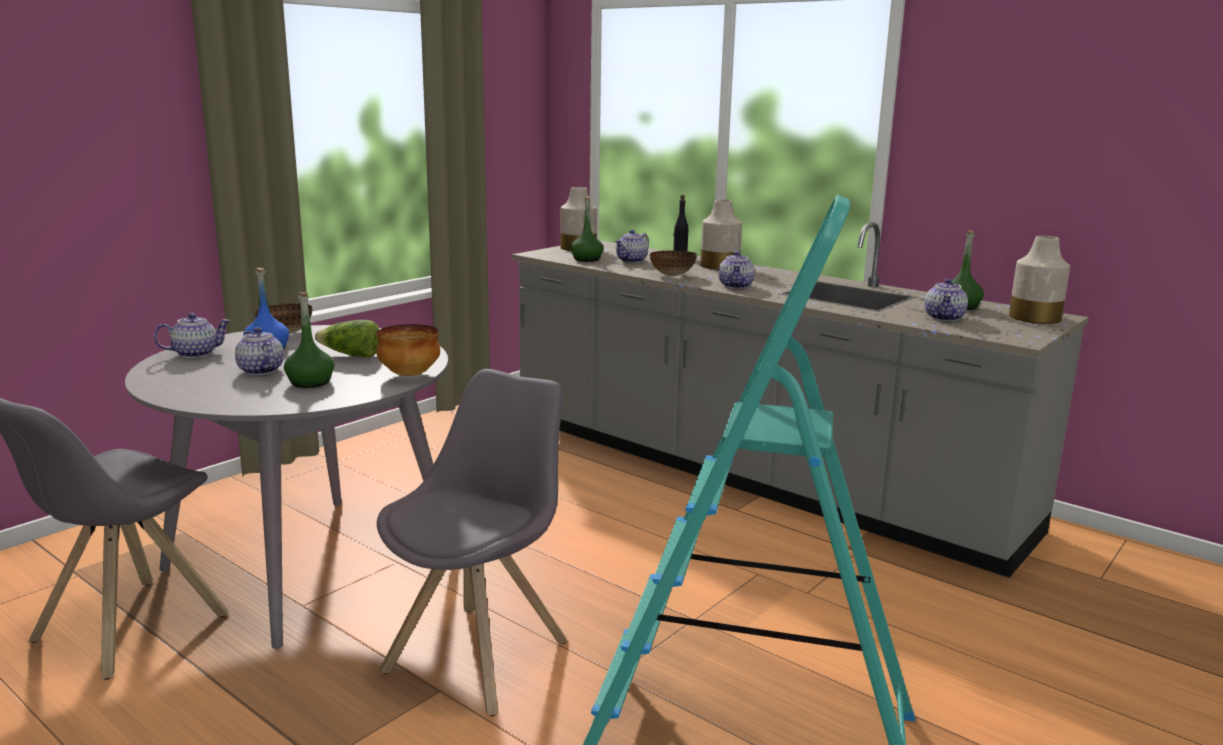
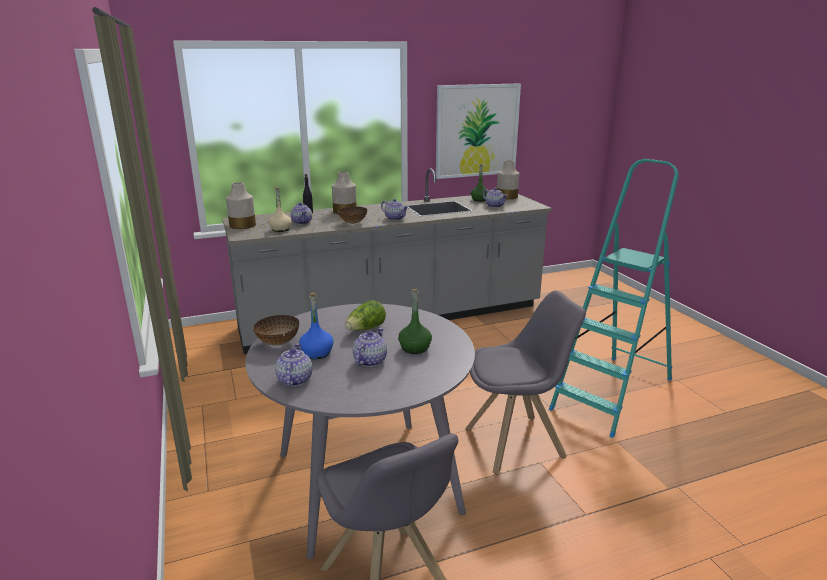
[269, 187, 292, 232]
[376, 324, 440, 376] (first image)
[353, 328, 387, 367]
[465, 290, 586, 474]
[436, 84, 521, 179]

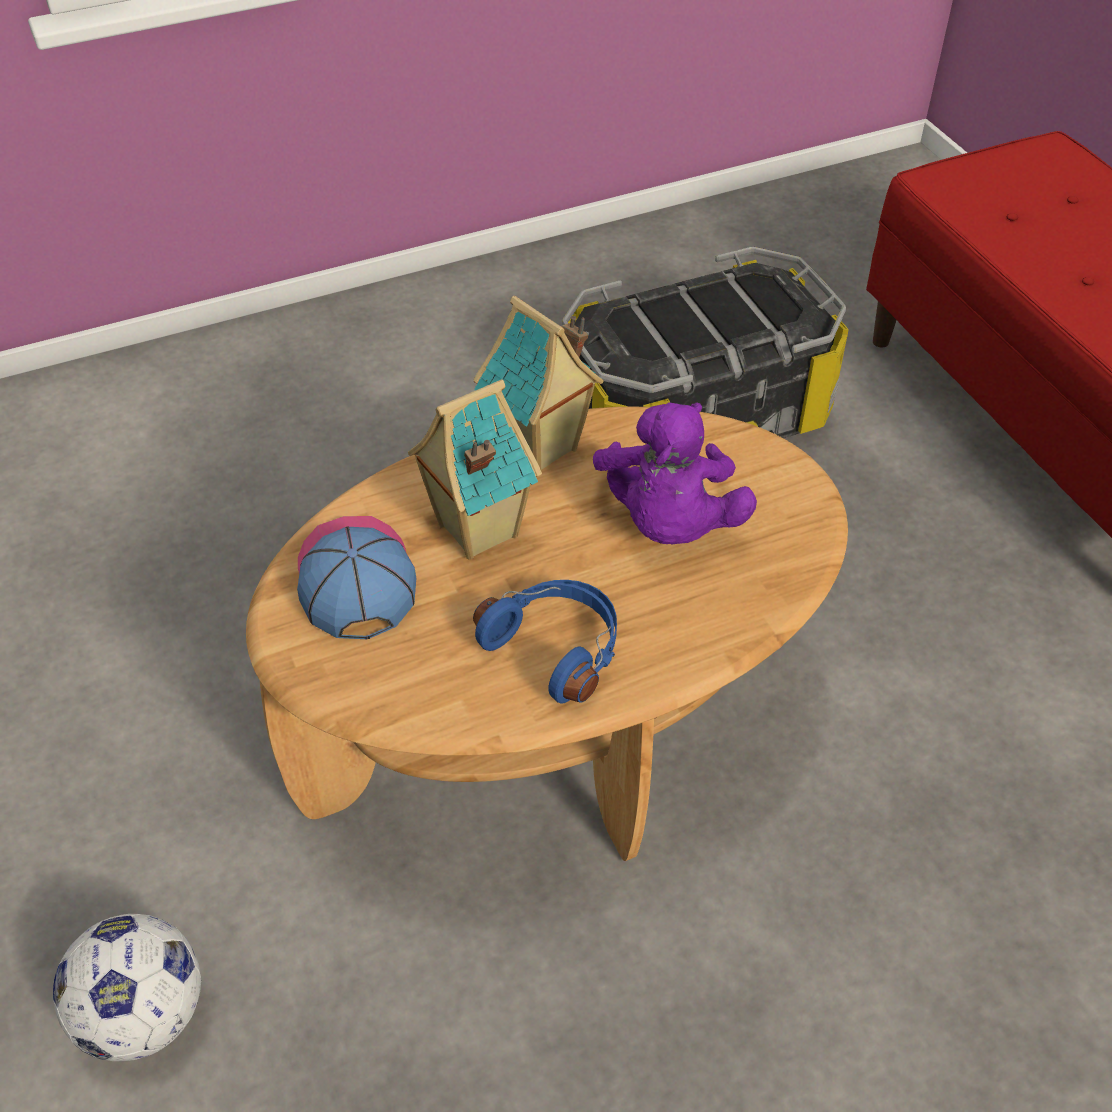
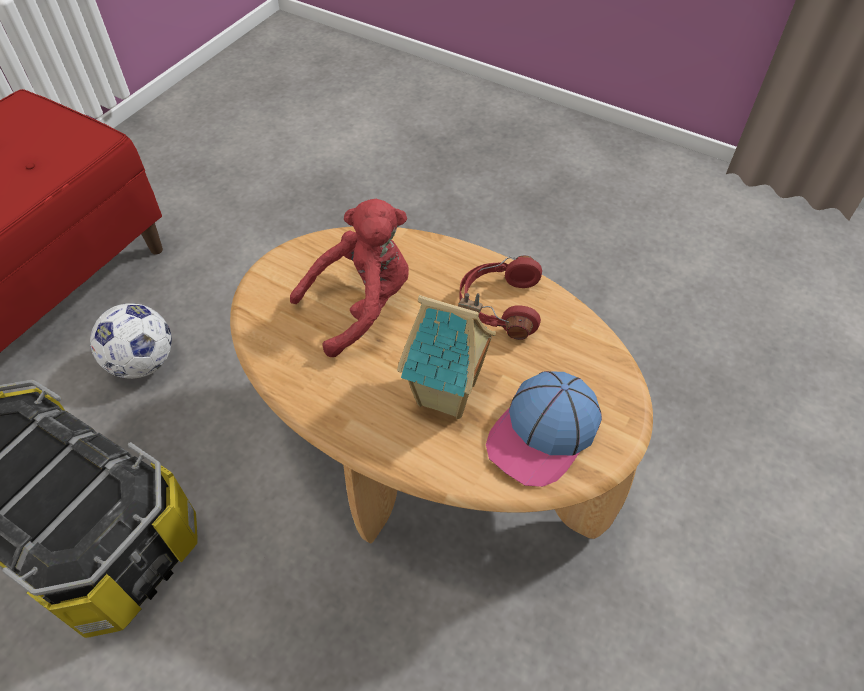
[473, 296, 603, 470] (first image)
[290, 199, 409, 357]
[460, 256, 542, 340]
[90, 303, 172, 379]

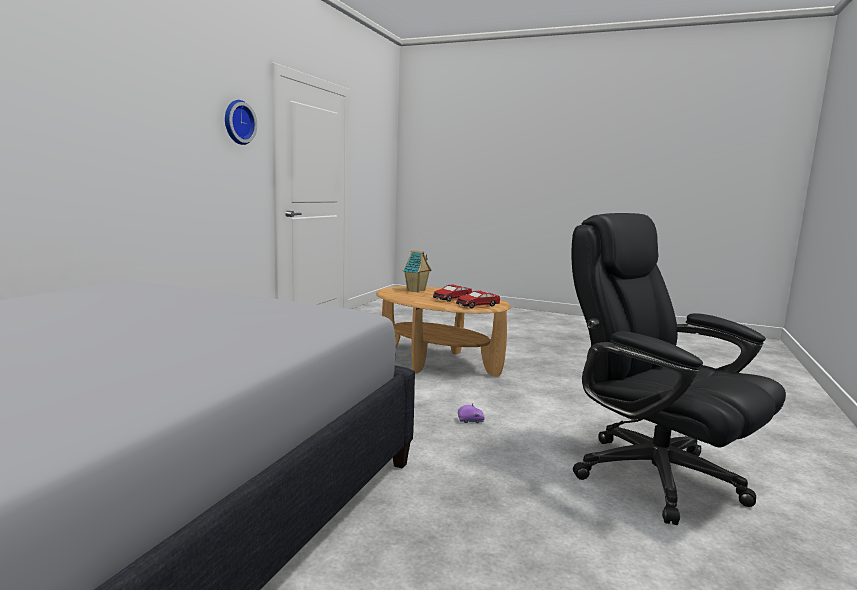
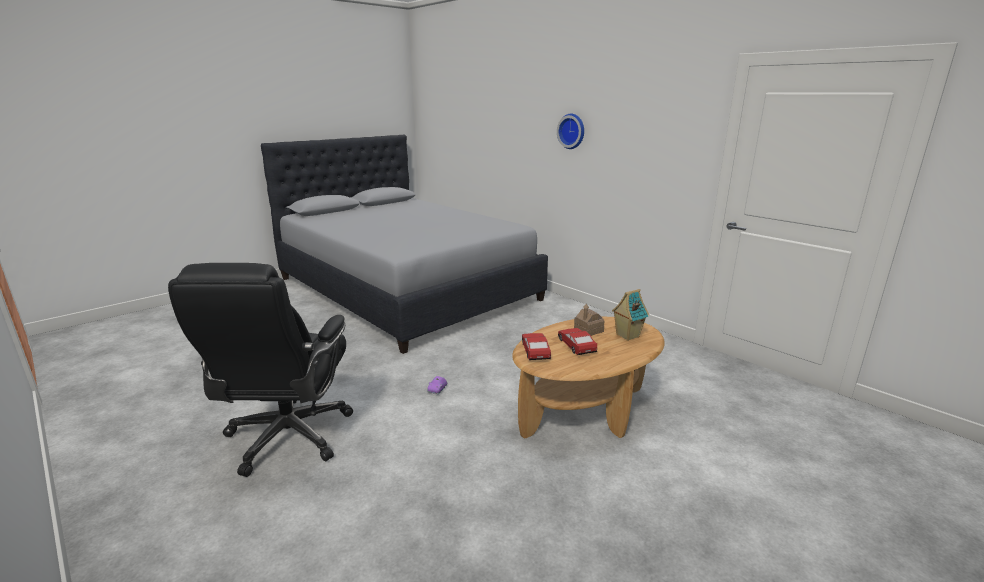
[557, 114, 584, 149]
[168, 263, 353, 477]
[574, 304, 604, 336]

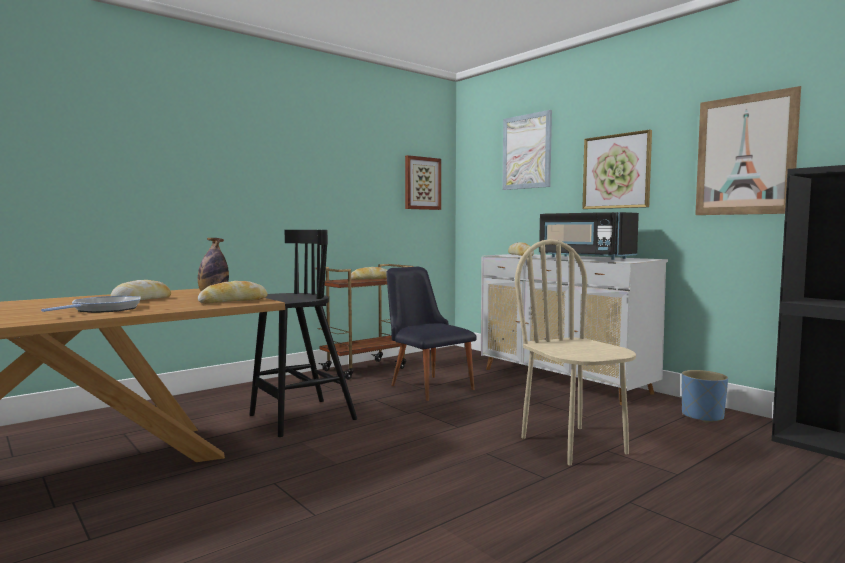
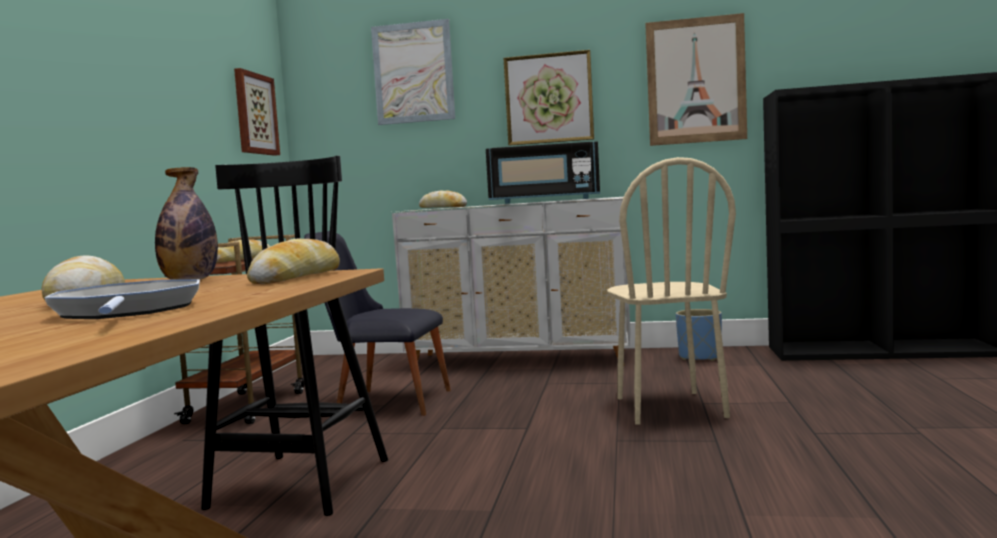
[607, 157, 736, 425]

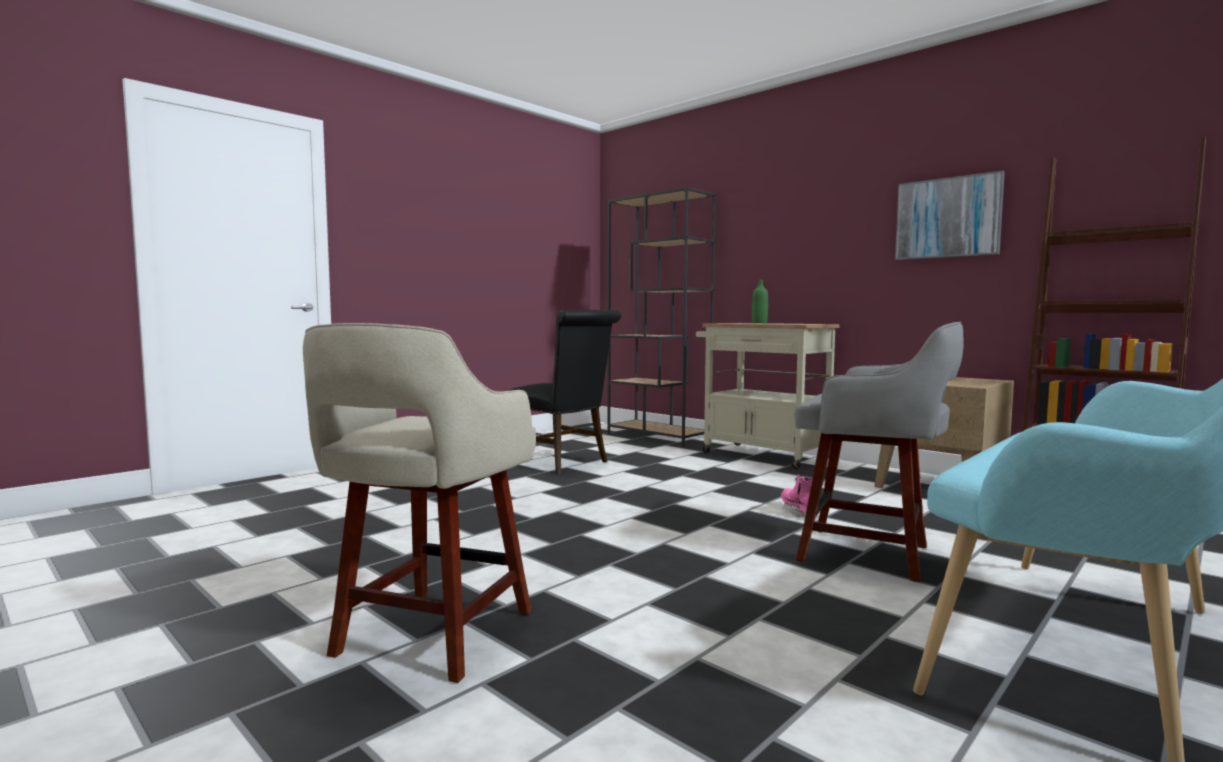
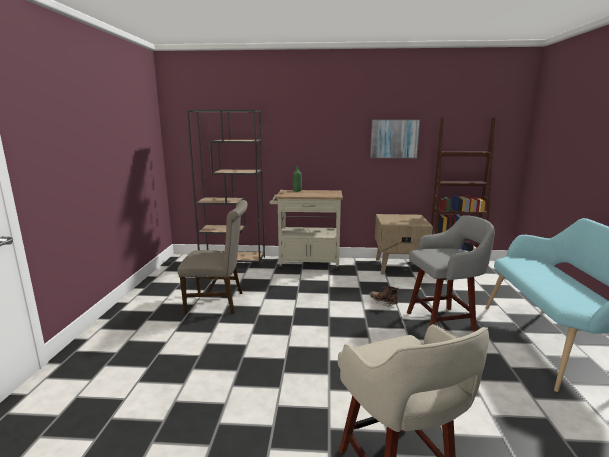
[177, 200, 248, 314]
[369, 286, 399, 307]

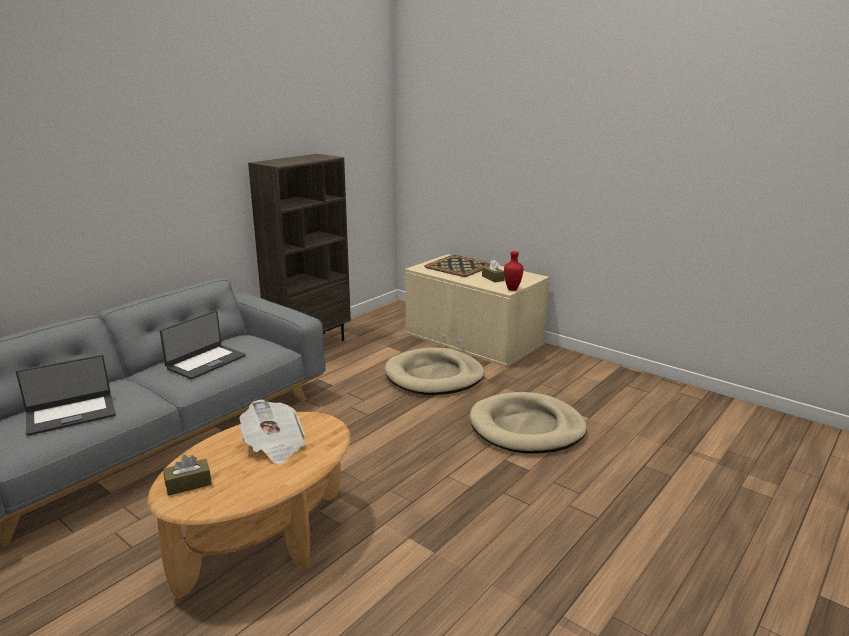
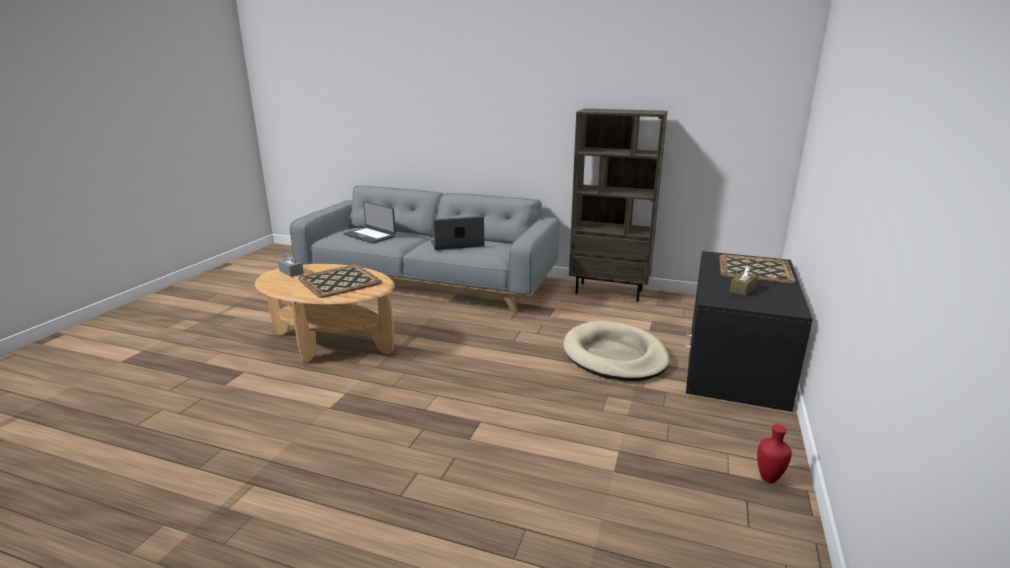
[757, 424, 792, 483]
[686, 251, 813, 412]
[431, 216, 484, 250]
[469, 392, 587, 454] (first image)
[298, 265, 382, 298]
[278, 252, 304, 277]

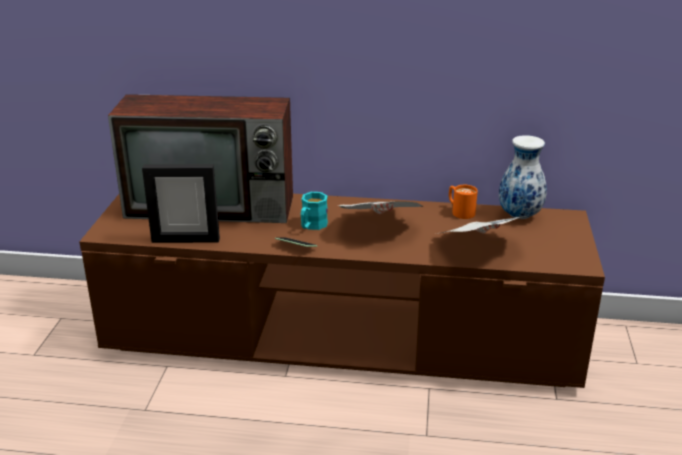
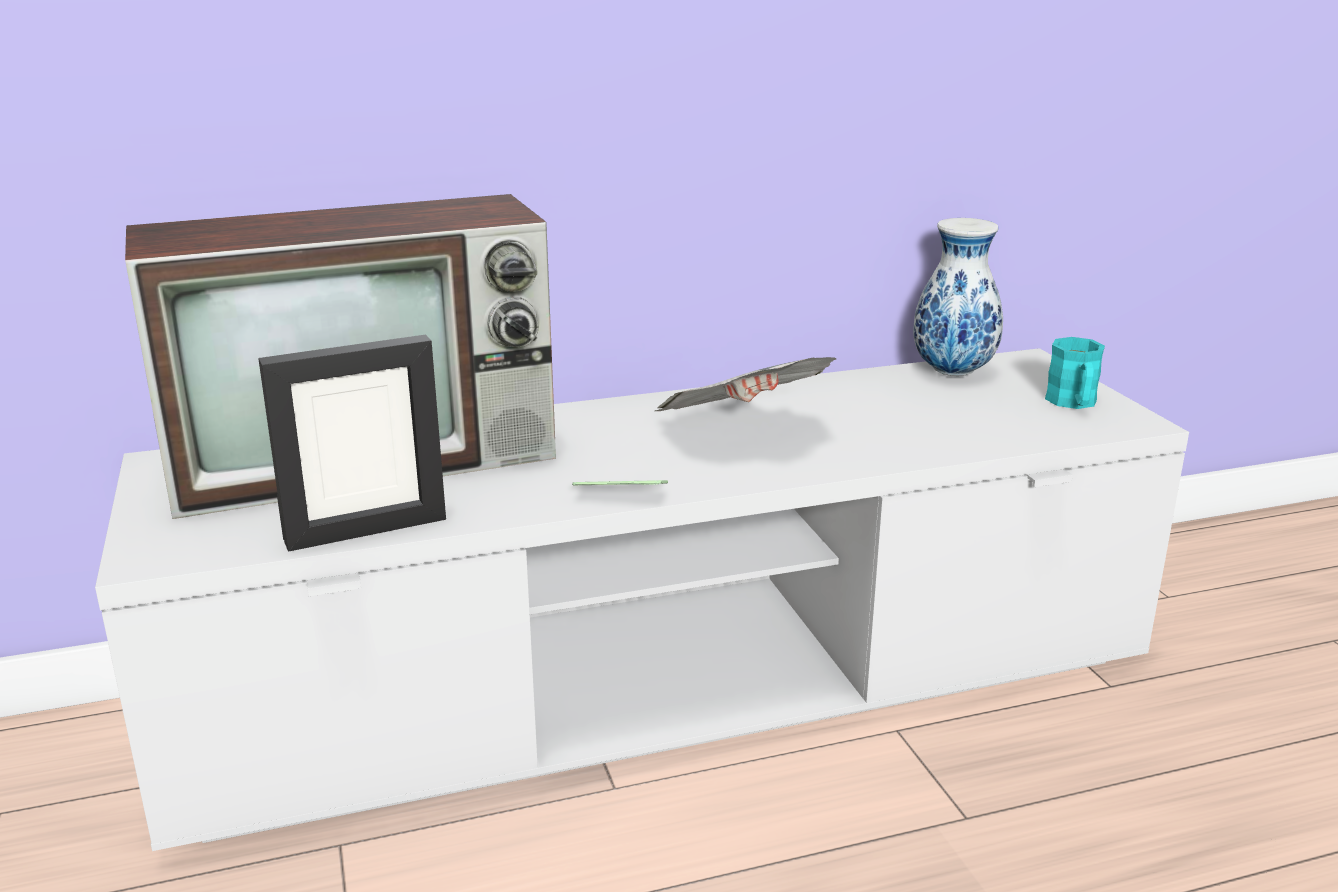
[449, 185, 478, 219] (first image)
[1045, 337, 1105, 409]
[95, 348, 1189, 851]
[441, 216, 527, 234] (first image)

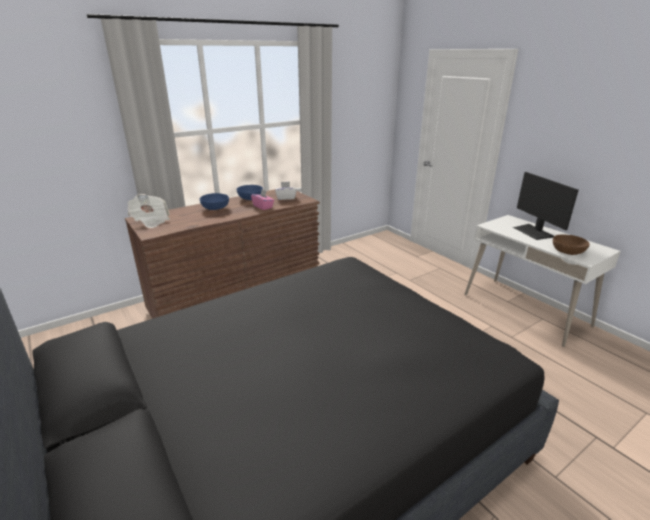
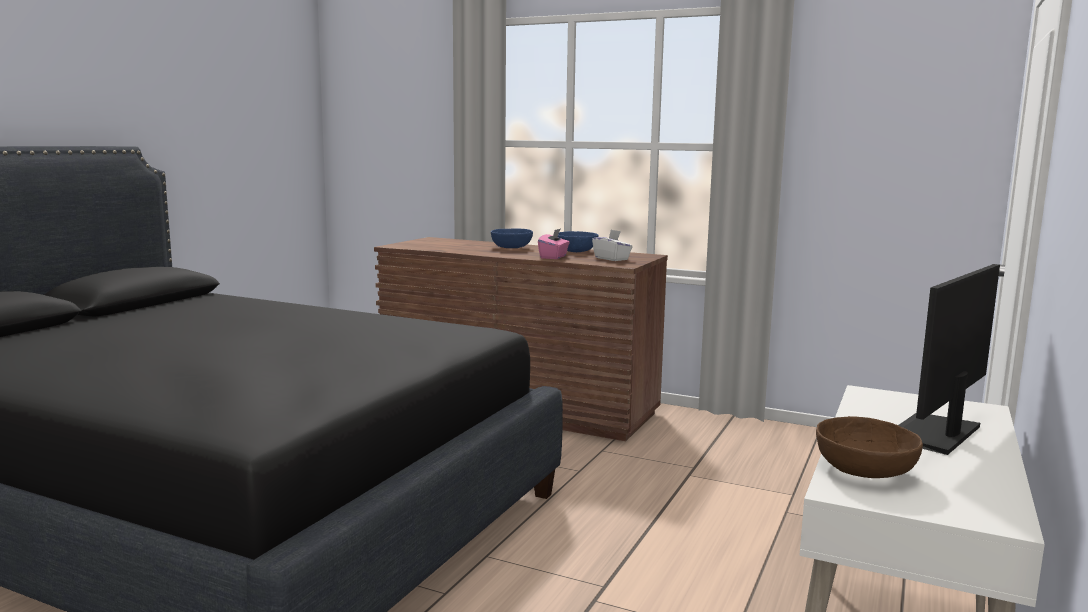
[128, 194, 170, 228] (first image)

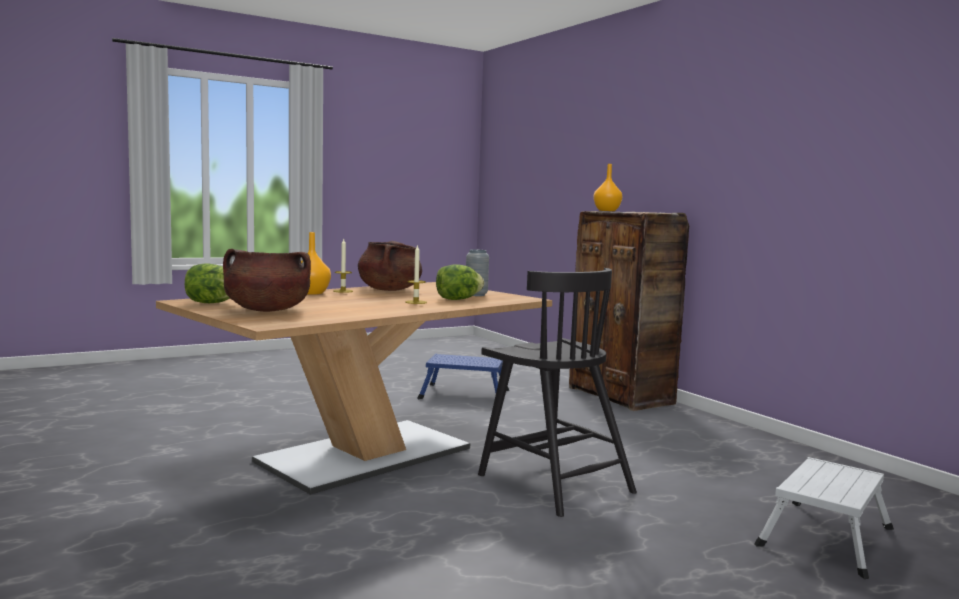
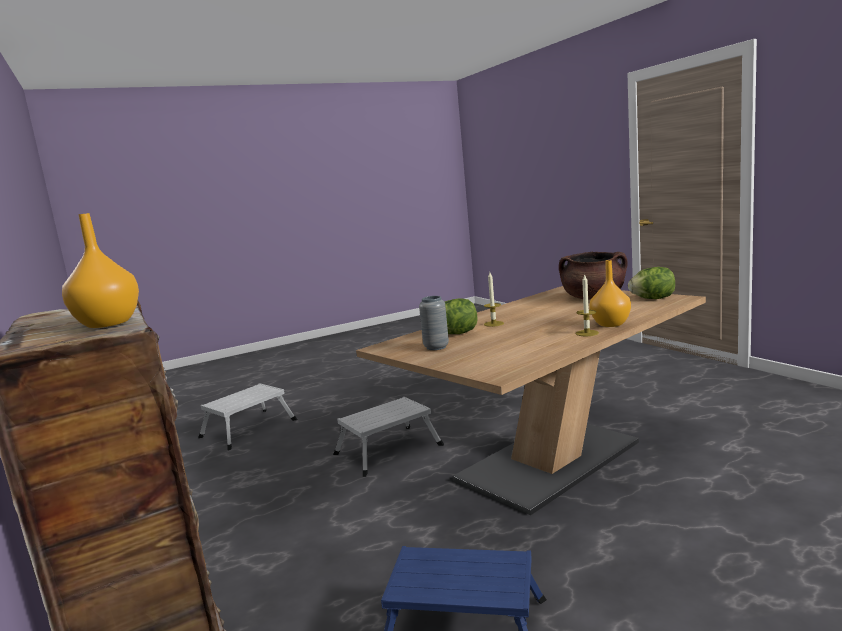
[358, 241, 422, 291] (first image)
[333, 397, 444, 477]

